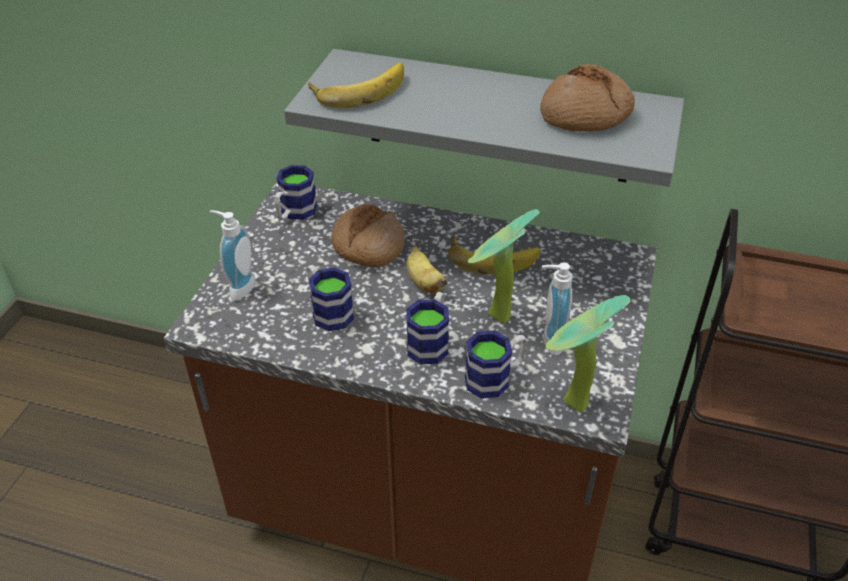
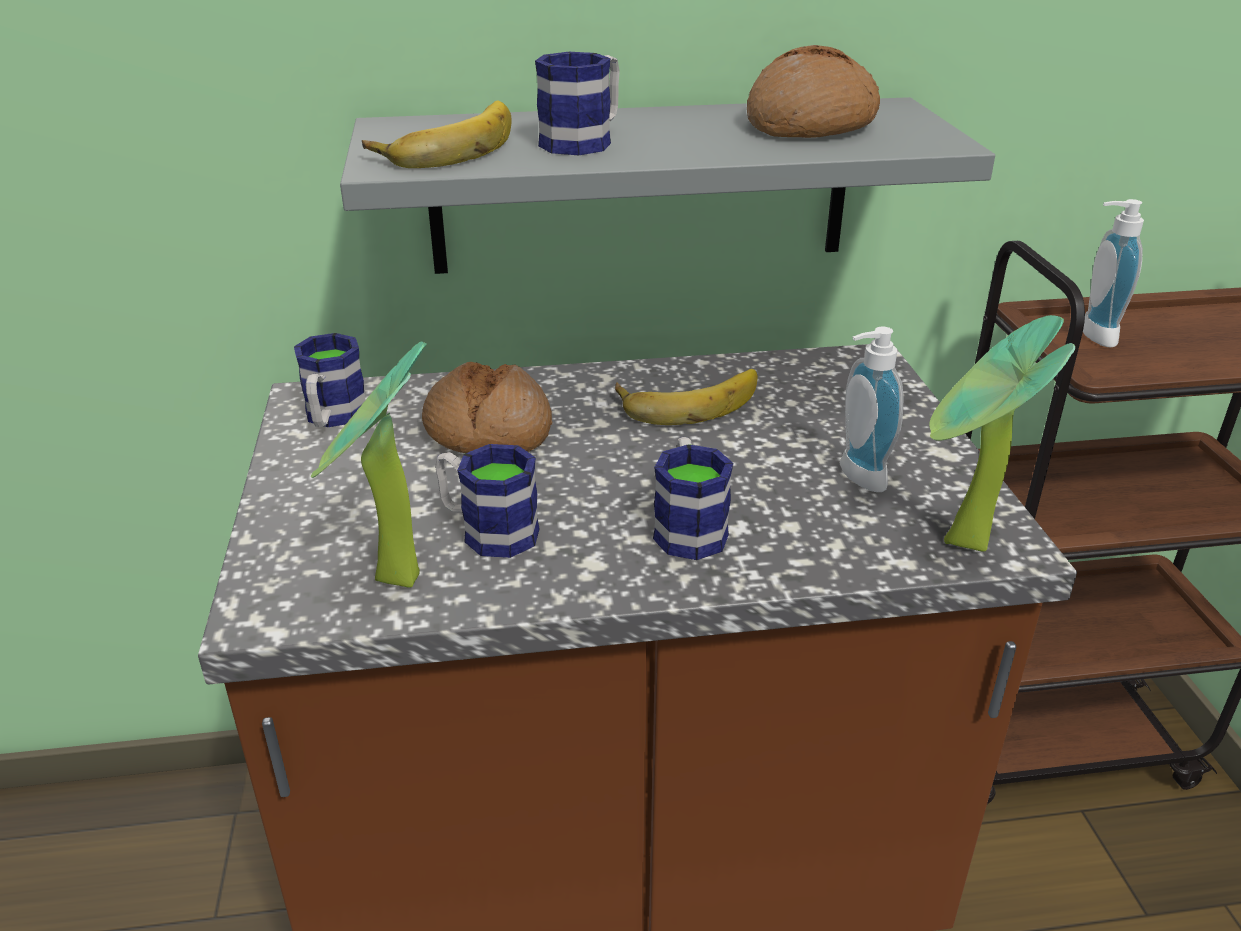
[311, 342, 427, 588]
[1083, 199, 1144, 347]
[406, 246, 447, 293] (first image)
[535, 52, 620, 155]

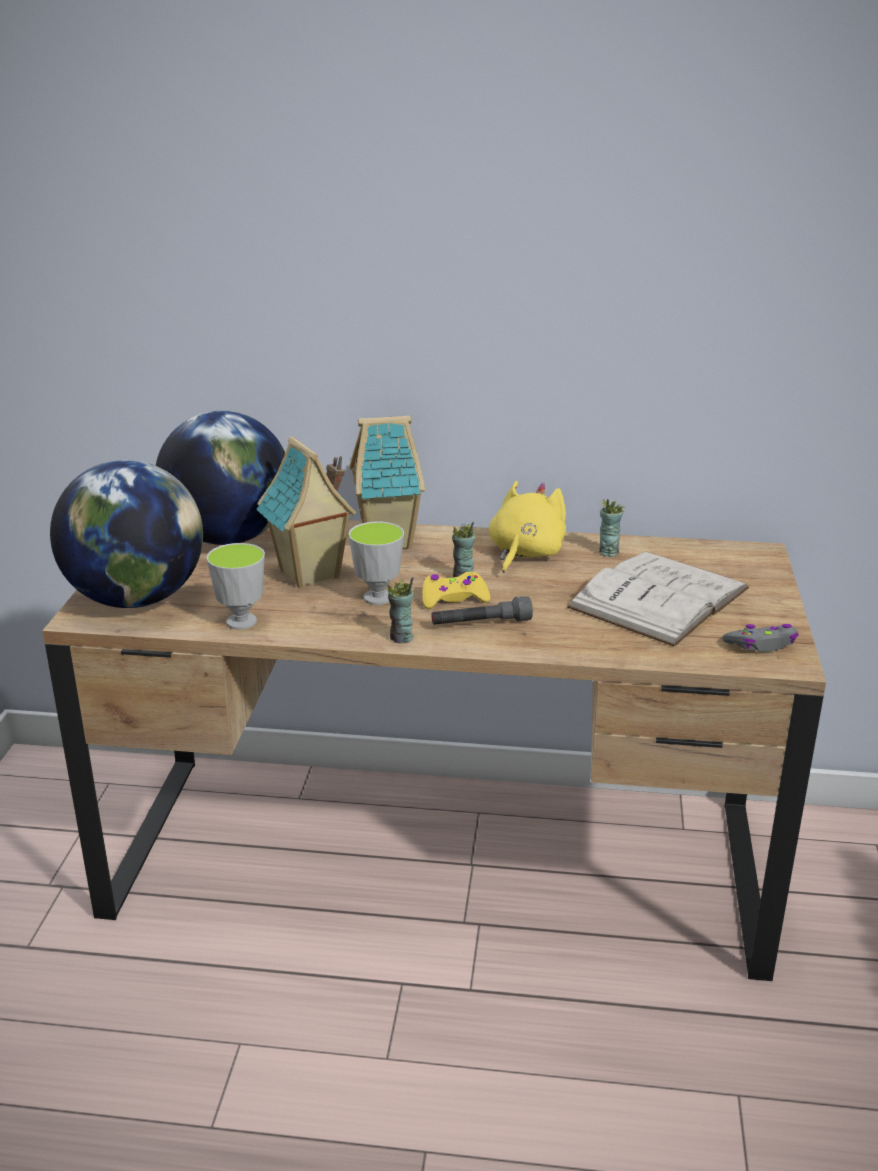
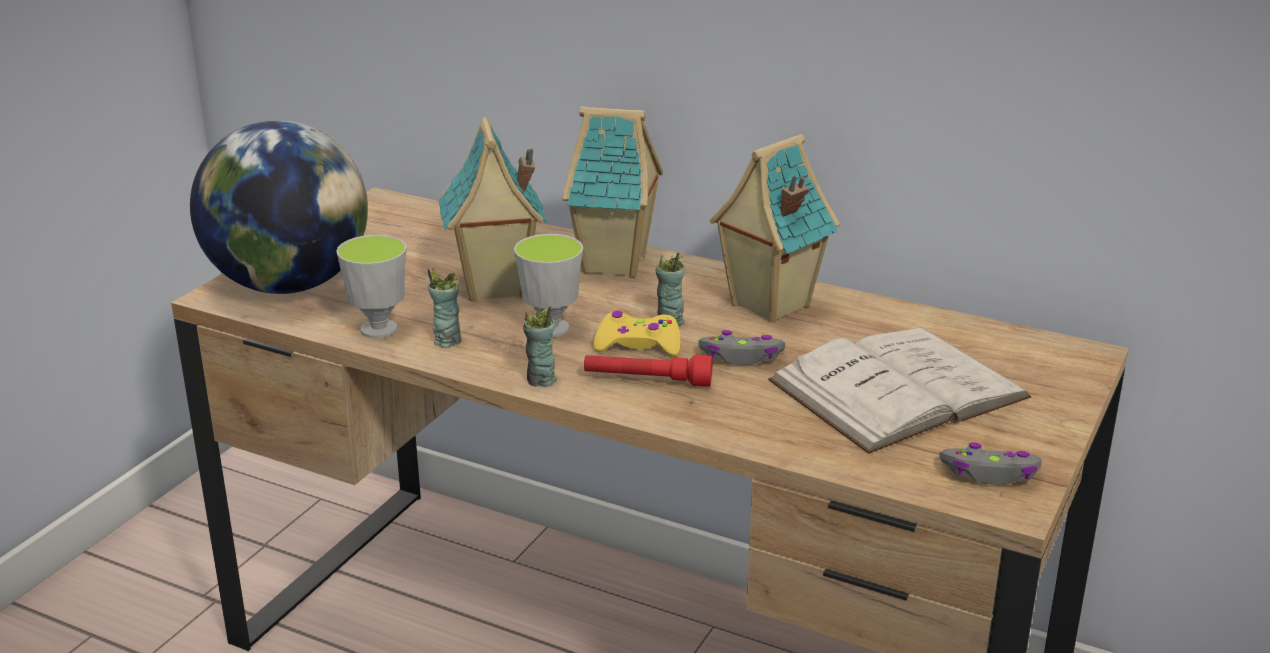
[156, 411, 285, 545] (first image)
[709, 134, 840, 323]
[428, 268, 461, 348]
[584, 354, 713, 387]
[699, 330, 785, 365]

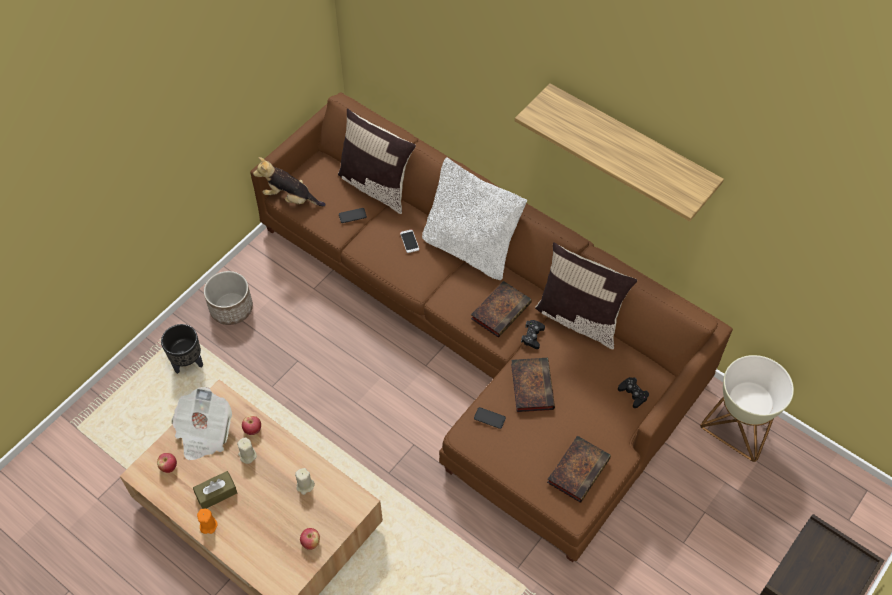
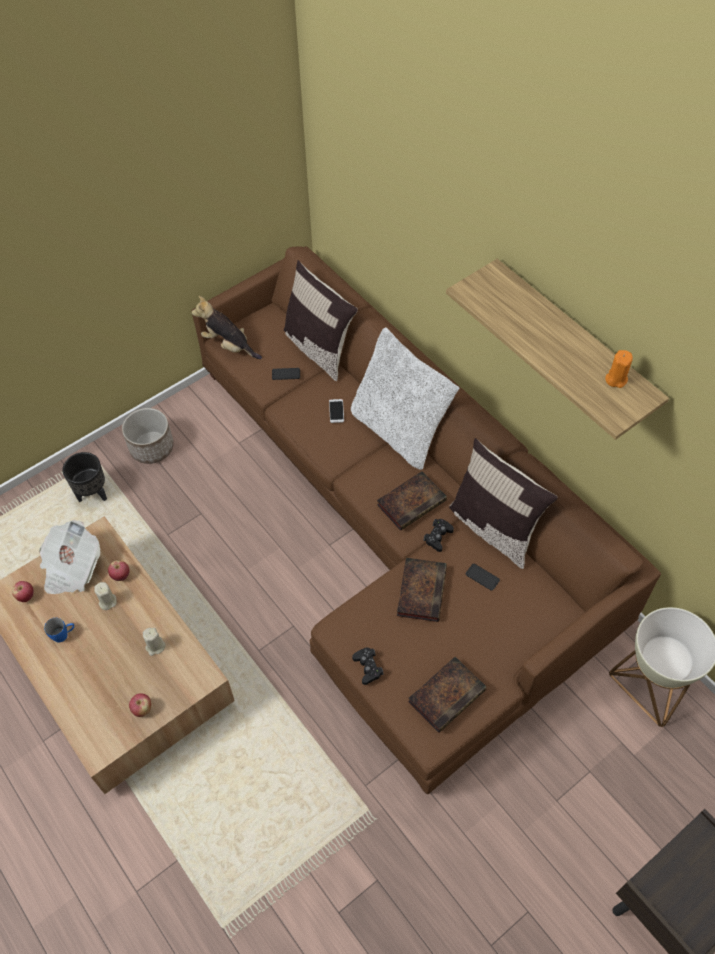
[352, 648, 383, 685]
[466, 564, 500, 591]
[44, 618, 74, 642]
[605, 350, 633, 388]

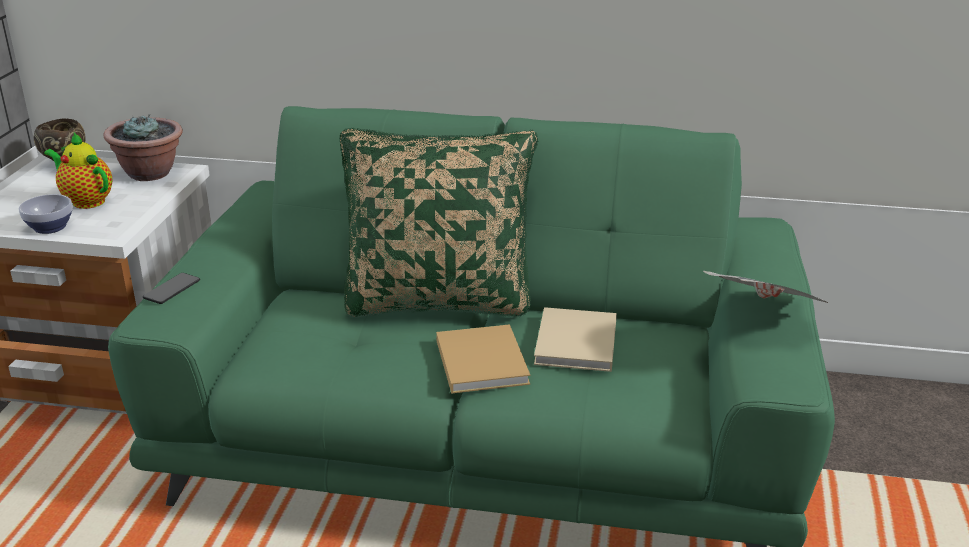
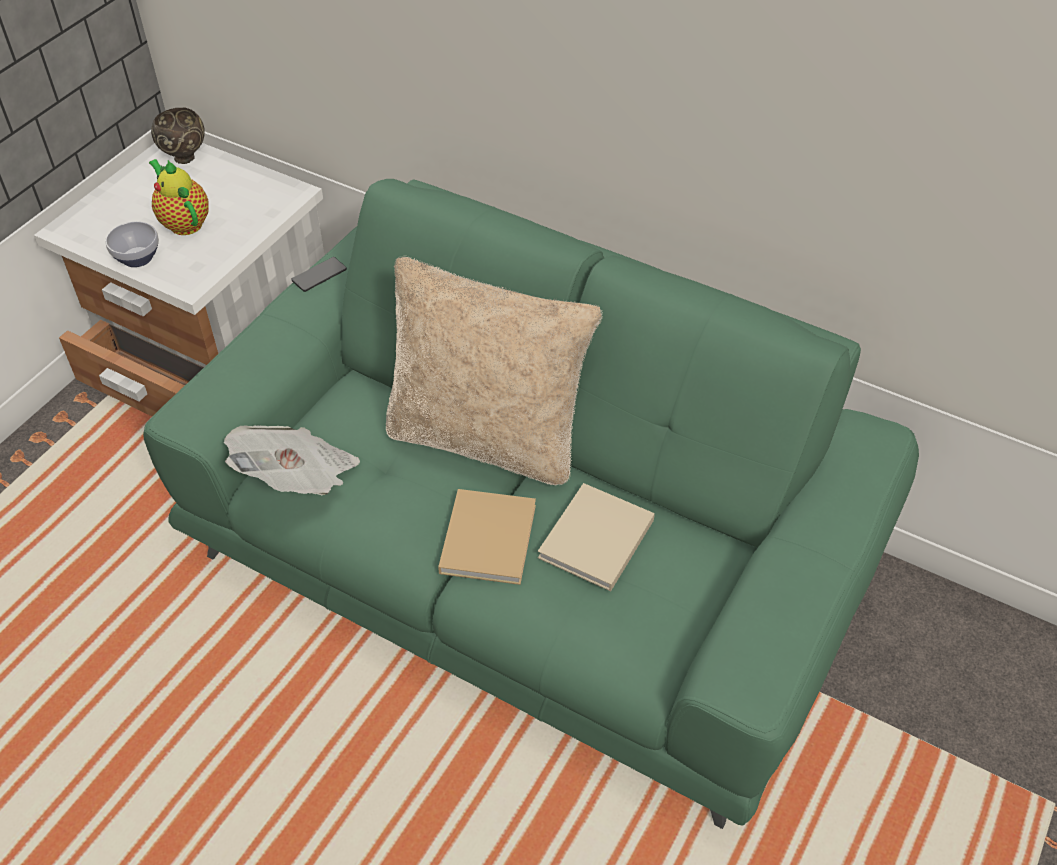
[103, 115, 183, 181] (first image)
[386, 255, 603, 485]
[224, 425, 360, 495]
[291, 257, 347, 292]

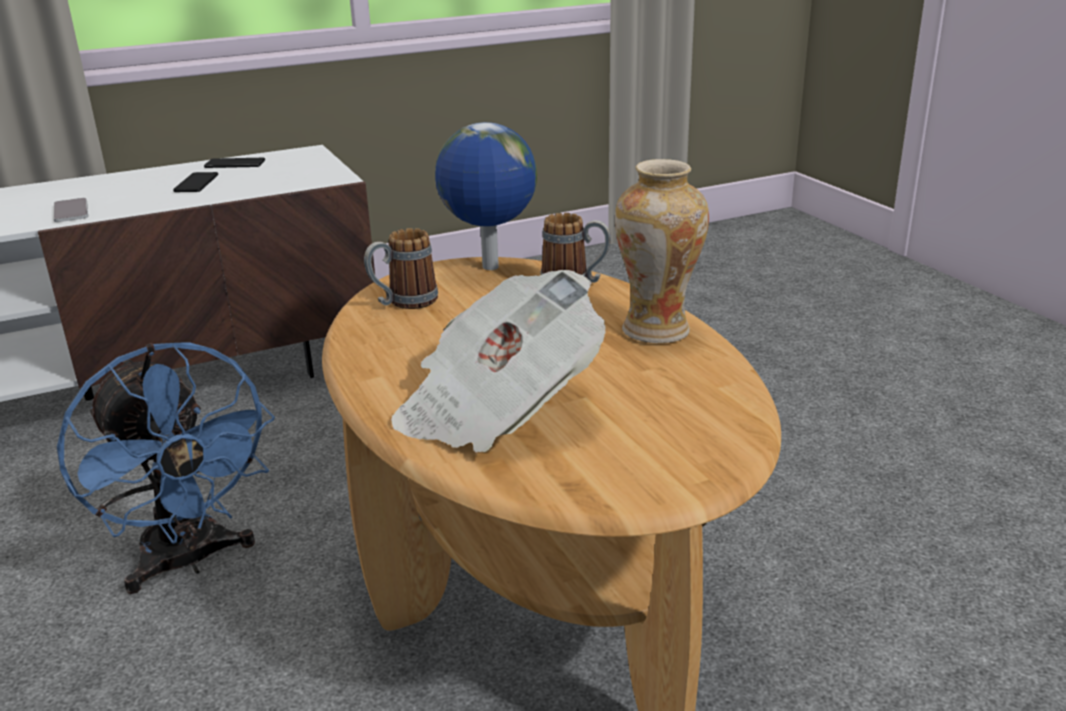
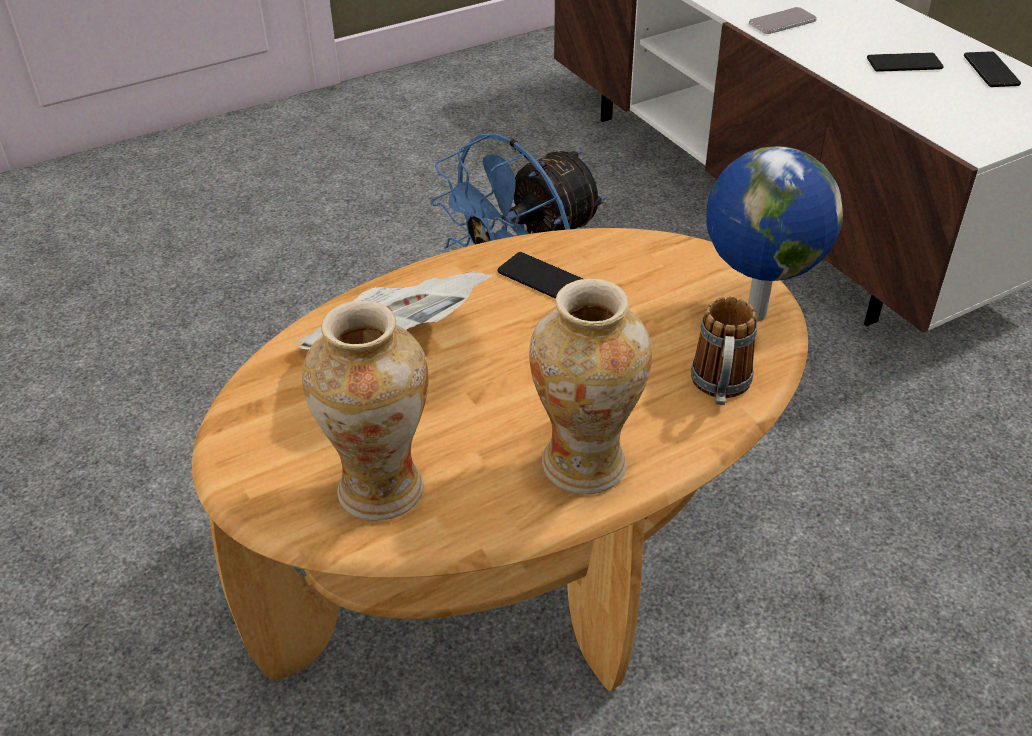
[364, 228, 438, 309] (first image)
[497, 252, 583, 299]
[302, 301, 429, 521]

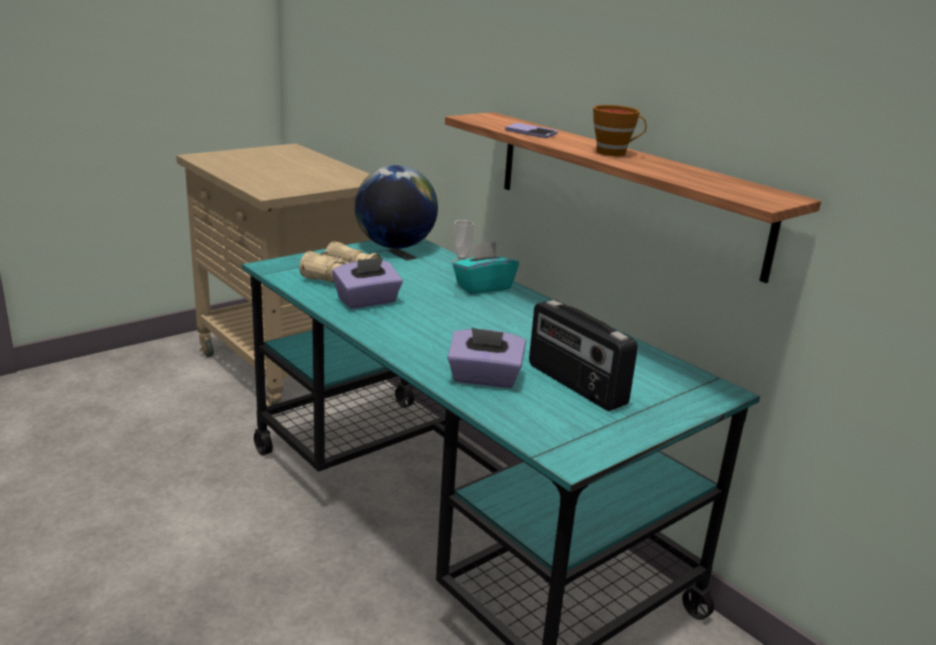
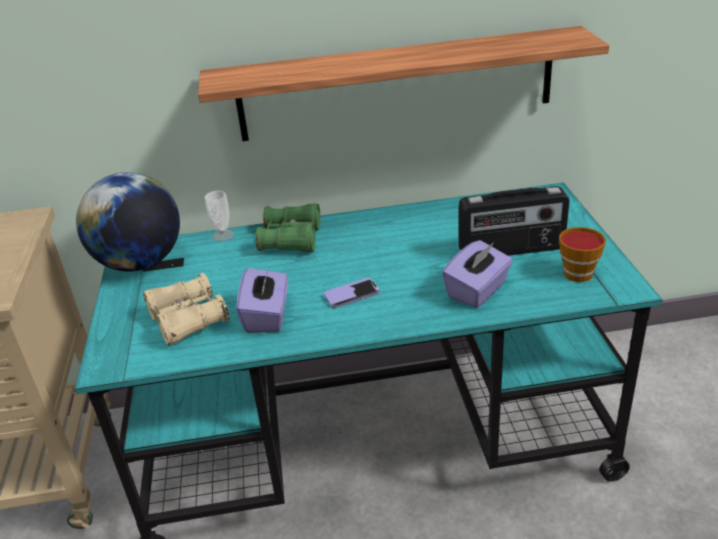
[559, 227, 606, 282]
[324, 278, 380, 308]
[256, 203, 321, 252]

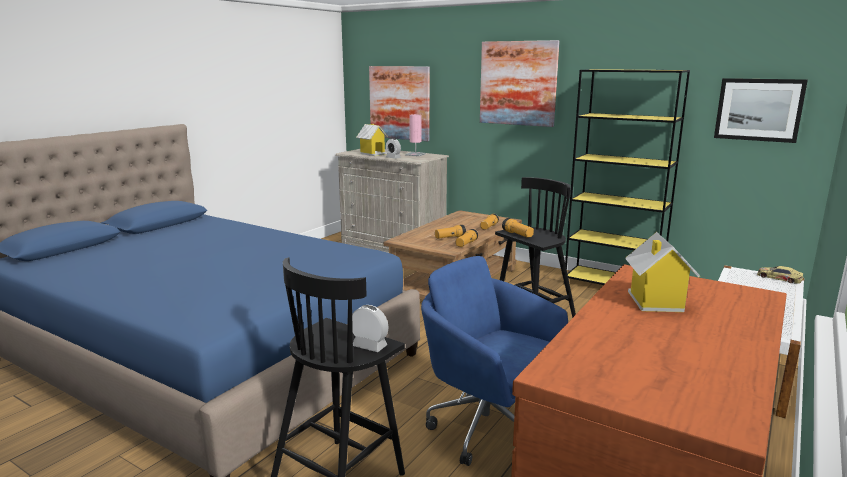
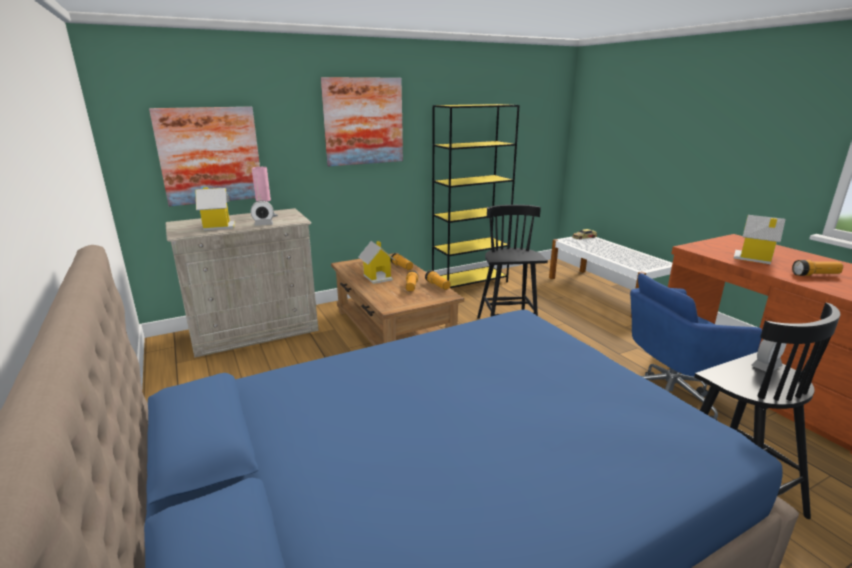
[714, 78, 808, 143] (first image)
[792, 260, 843, 276]
[358, 241, 395, 284]

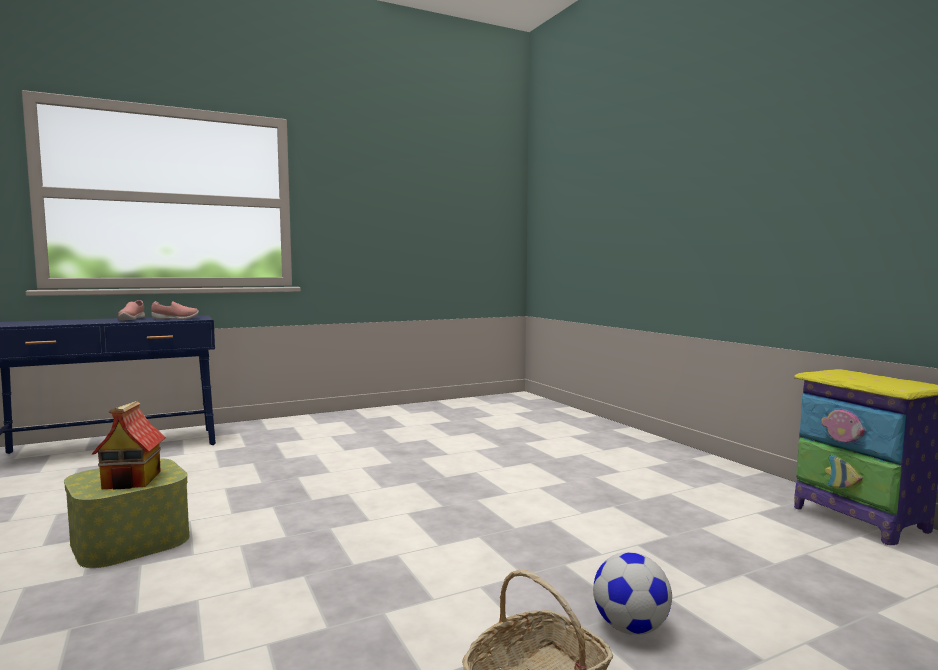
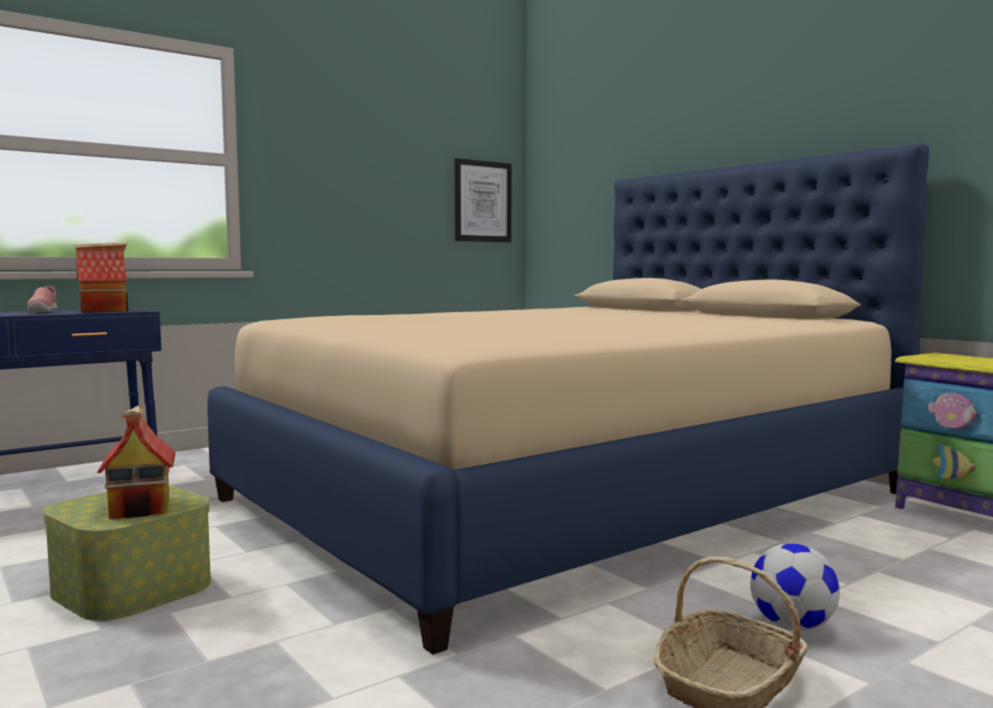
[73, 241, 128, 313]
[207, 143, 929, 655]
[455, 158, 511, 242]

